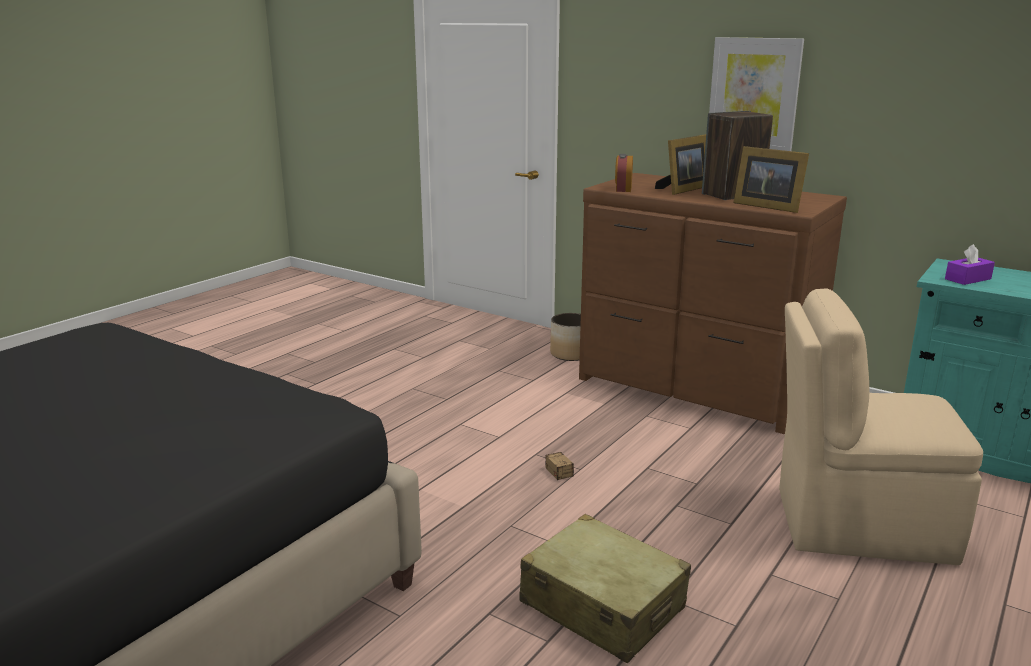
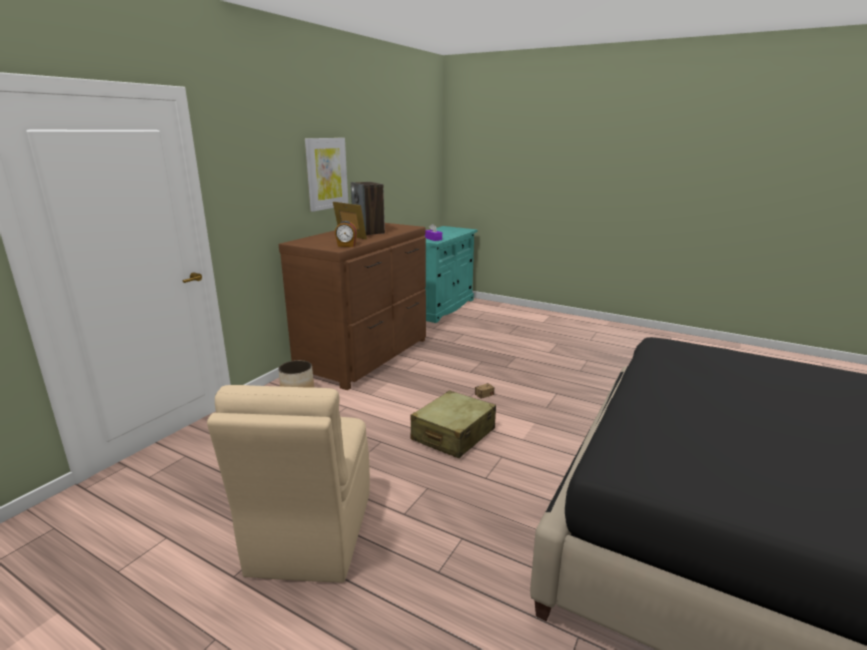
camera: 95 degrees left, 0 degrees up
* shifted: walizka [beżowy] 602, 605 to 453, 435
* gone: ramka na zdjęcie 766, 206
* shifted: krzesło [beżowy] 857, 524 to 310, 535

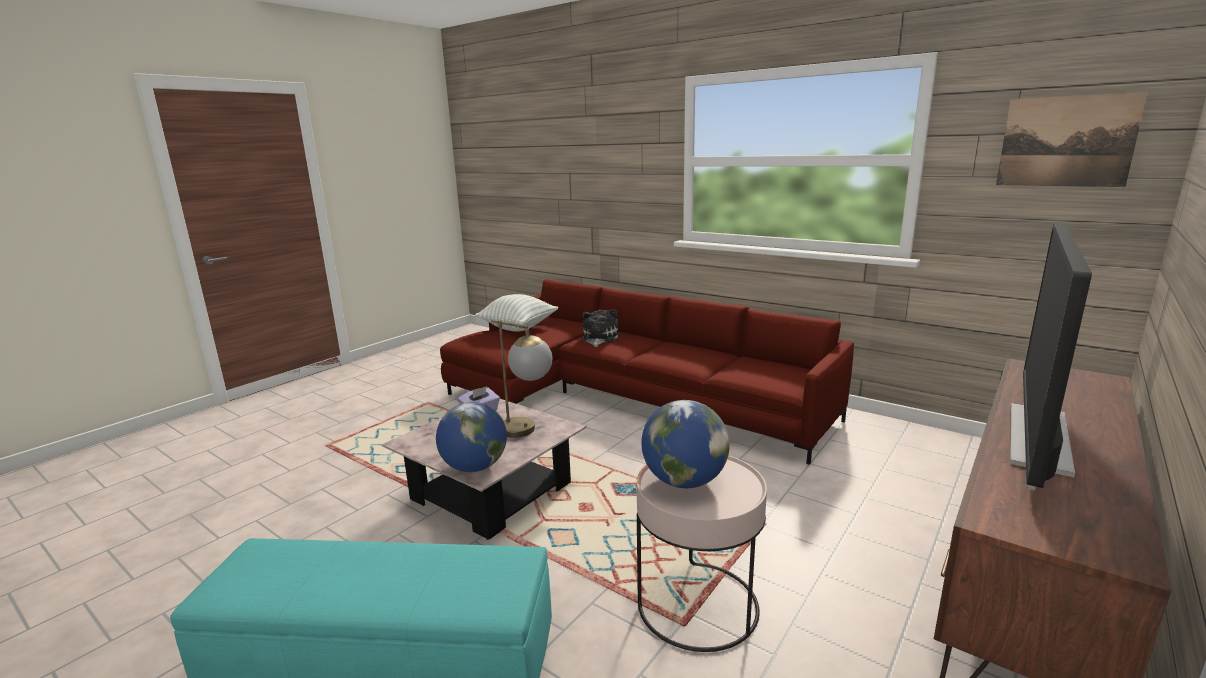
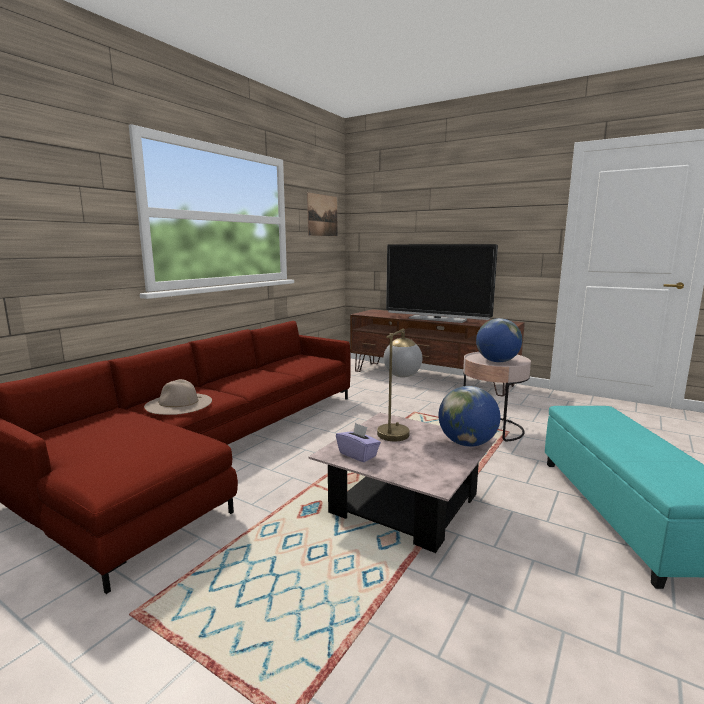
camera: 95 degrees left, 5 degrees down
* gone: poduszka 518, 328
* swapped: pluszak 599, 338 to kapelusz [beżowy] 178, 403

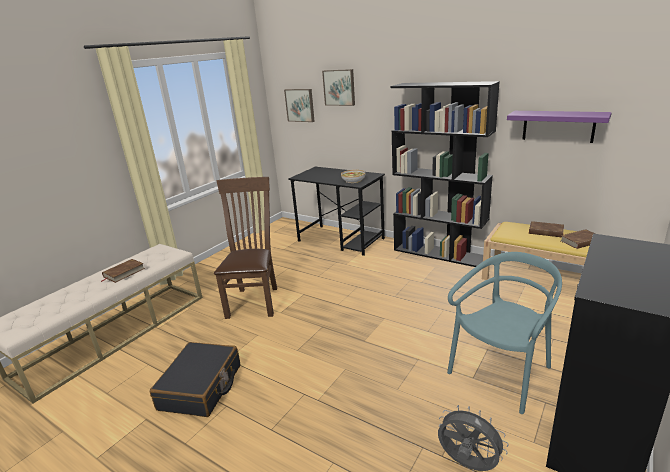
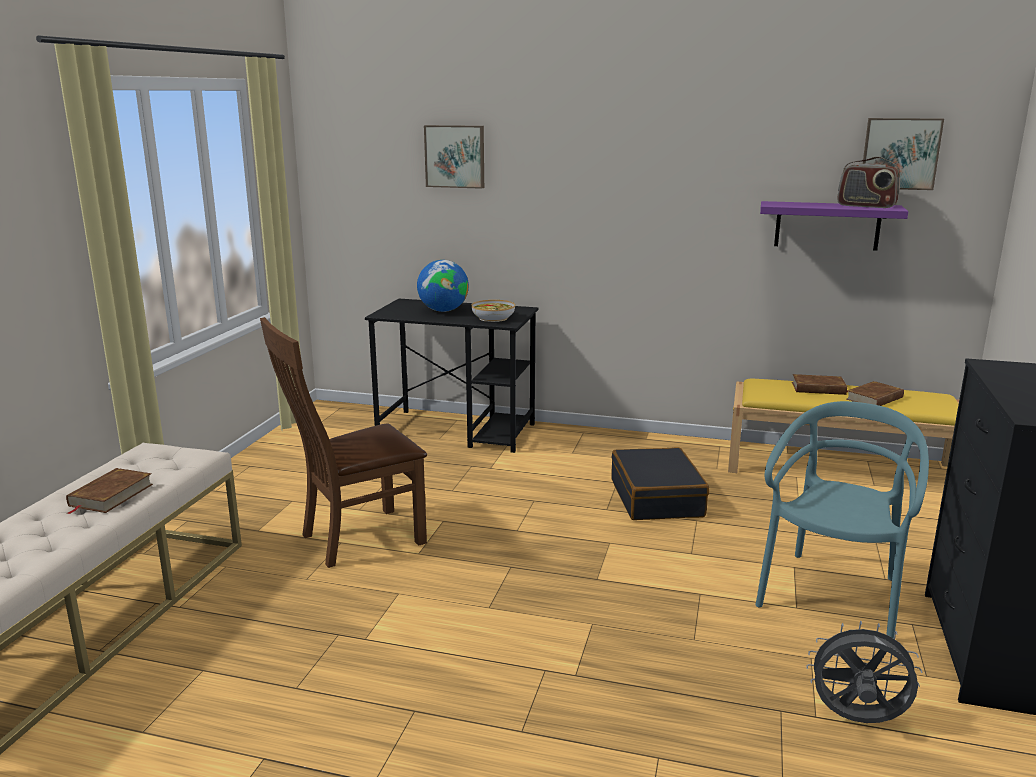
camera: 20 degrees left, 5 degrees down
* shifted: walizka [czarny] 201, 387 to 657, 498
* rotated: krzesło [brązowy] 255, 300 = 355, 539 105 degrees counterclockwise
* shifted: obraz 300, 105 to 900, 153
* gone: regał [czarny] 439, 253
* new: globus 443, 310
* new: radio 866, 206

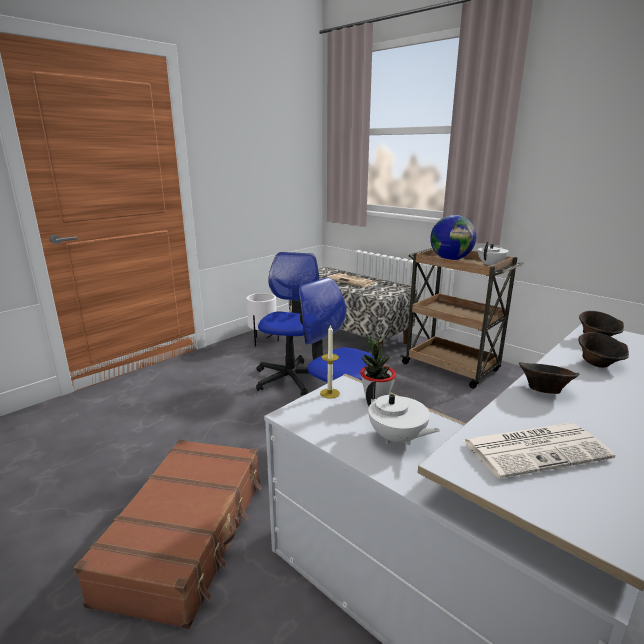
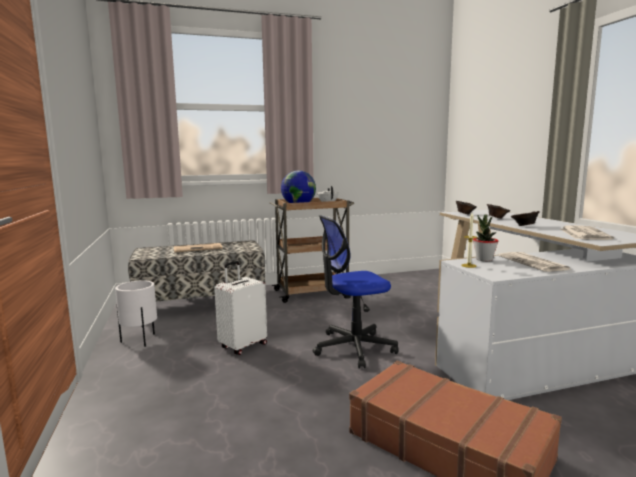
camera: 60 degrees left, 10 degrees down
* swapped: krzesło biurowe 291, 378 to walizka [biały] 242, 346
* swapped: imbryk [biały] 397, 438 to gazeta 534, 263

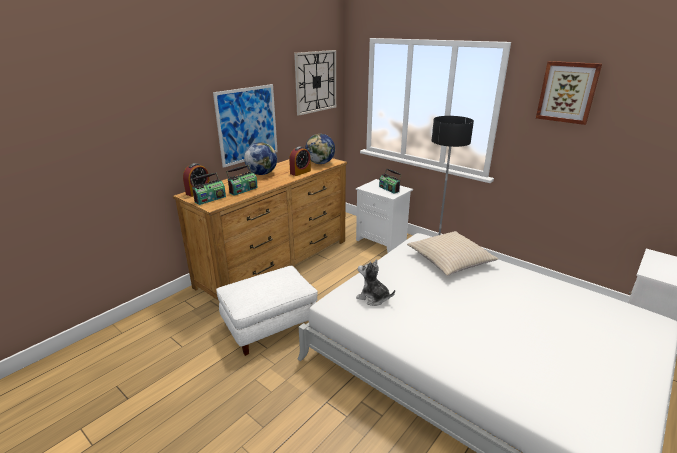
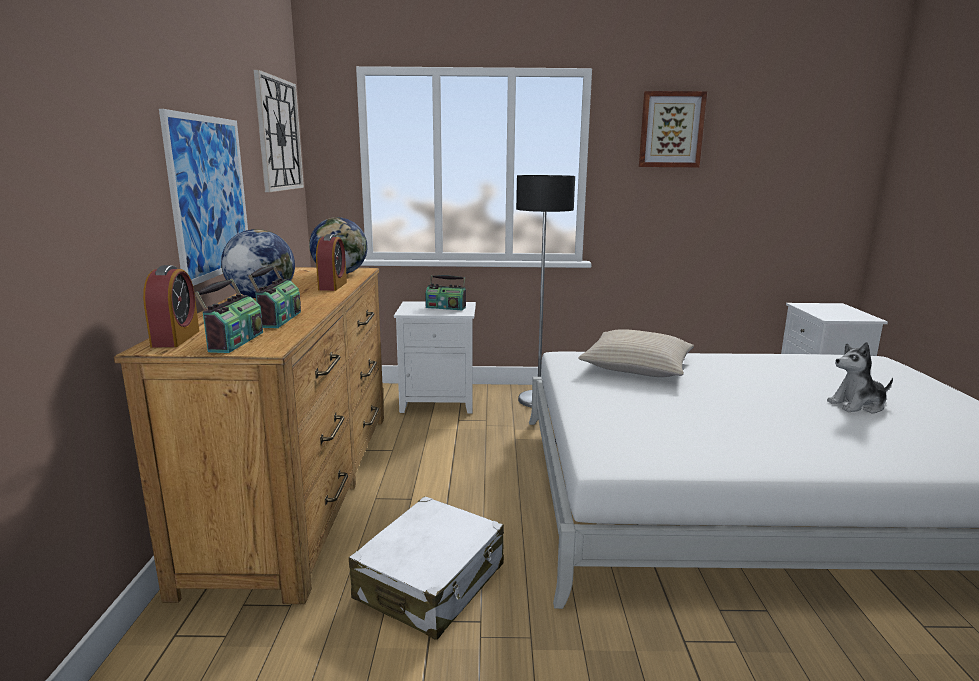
camera: 40 degrees left, 10 degrees down
* swapped: pufa [biały] 270, 324 to walizka [biały] 431, 582
* shifted: pluszak 373, 298 to 857, 405

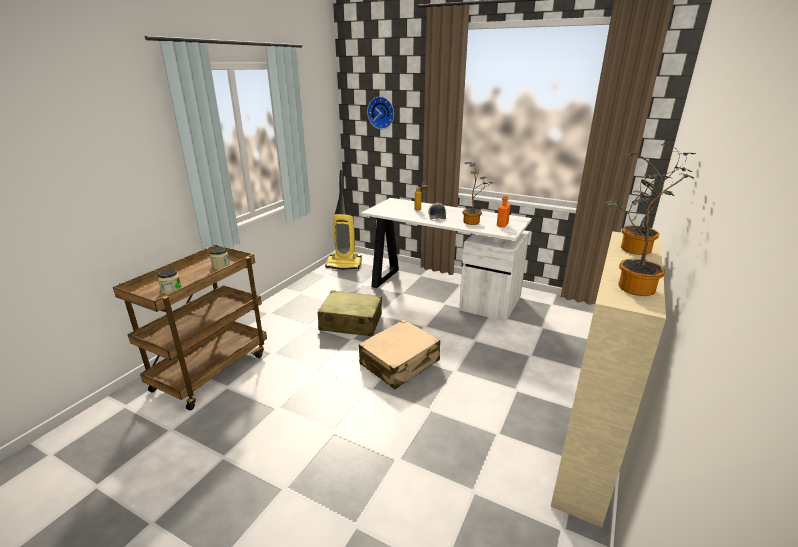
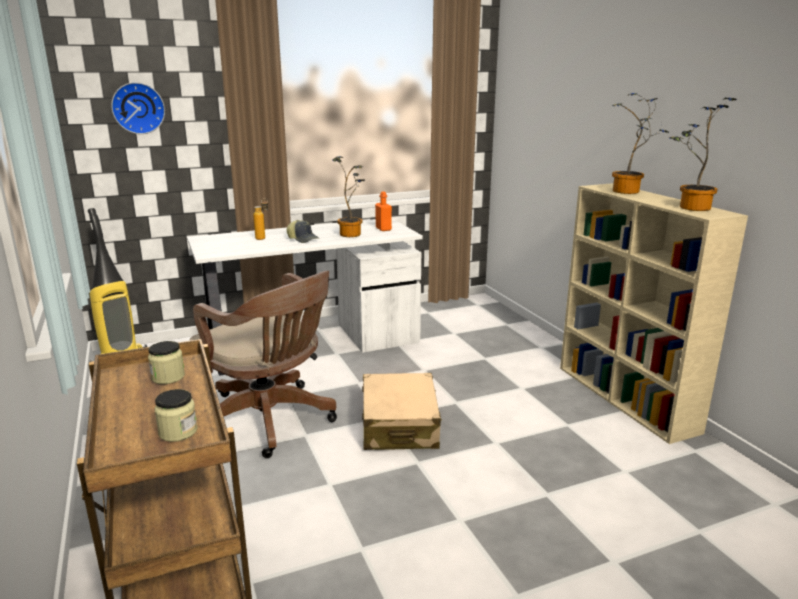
camera: 50 degrees left, 5 degrees down
* swapped: walizka [beżowy] 351, 322 to krzesło biurowe [brązowy] 270, 421

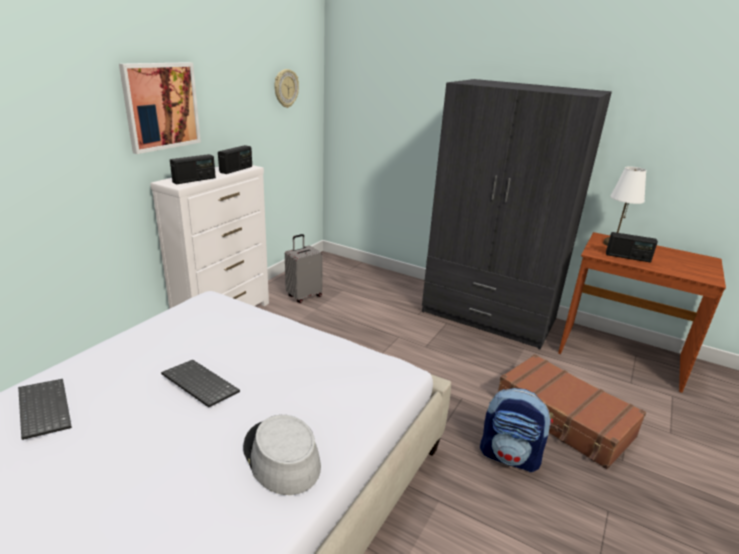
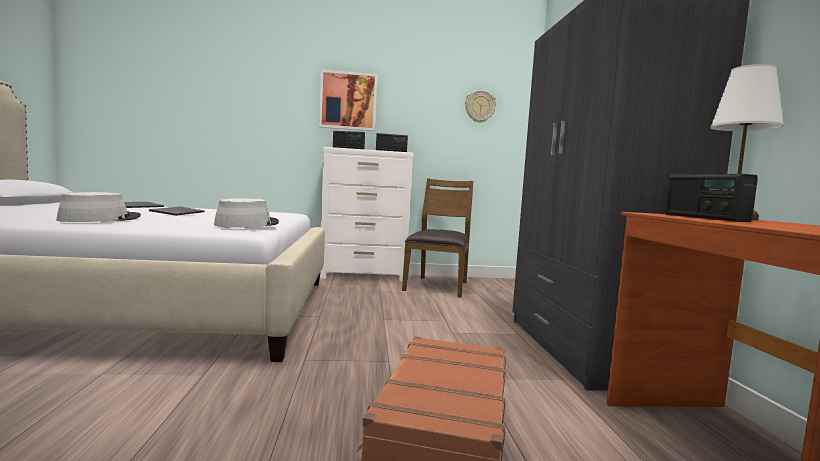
camera: 55 degrees right, 20 degrees down
* swapped: walizka [szary] 304, 296 to krzesło [brązowy] 438, 286
* gone: plecak 510, 456
* new: kapelusz [szary] 247, 224

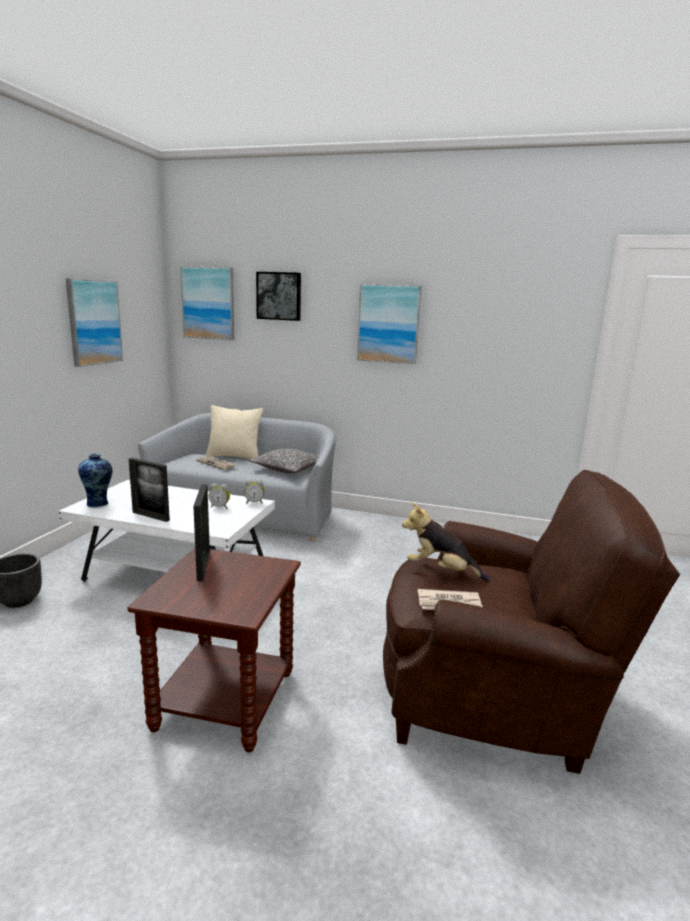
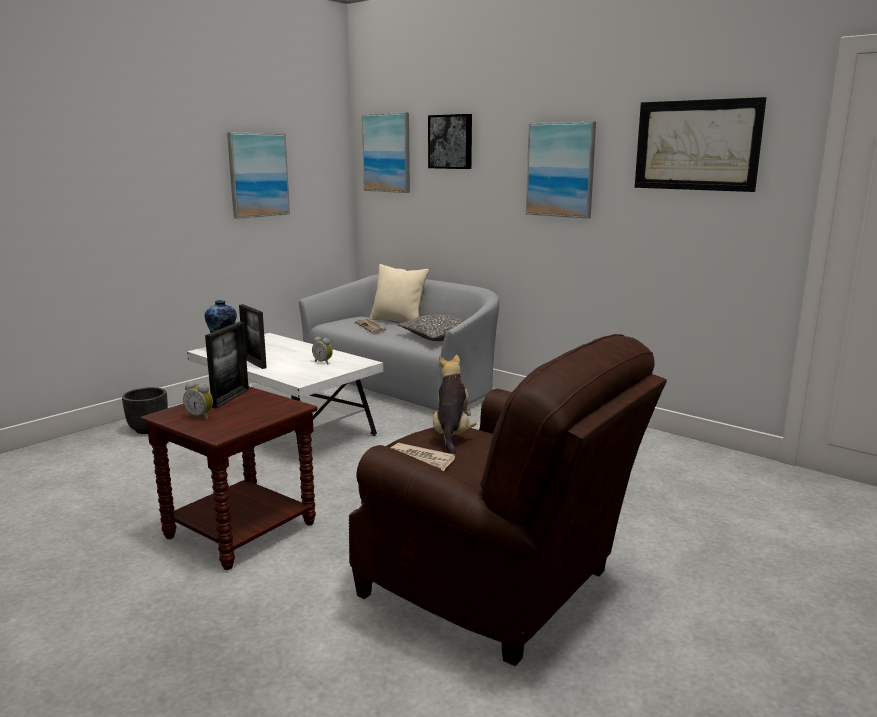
camera: 25 degrees right, 0 degrees up
* shifted: budzik 254, 502 to 200, 416
* rotated: pluszak 441, 570 = 452, 435 45 degrees clockwise
* new: obraz 697, 145

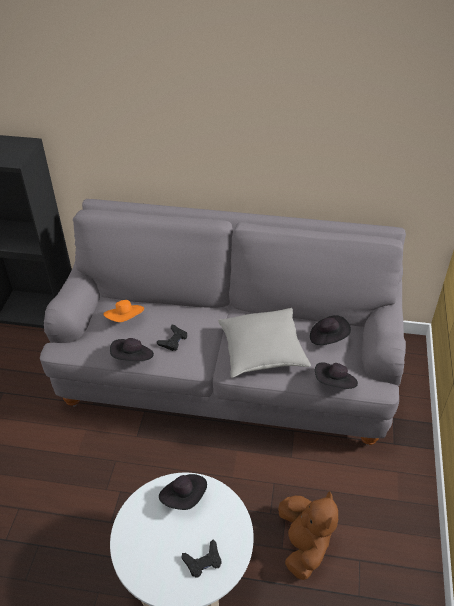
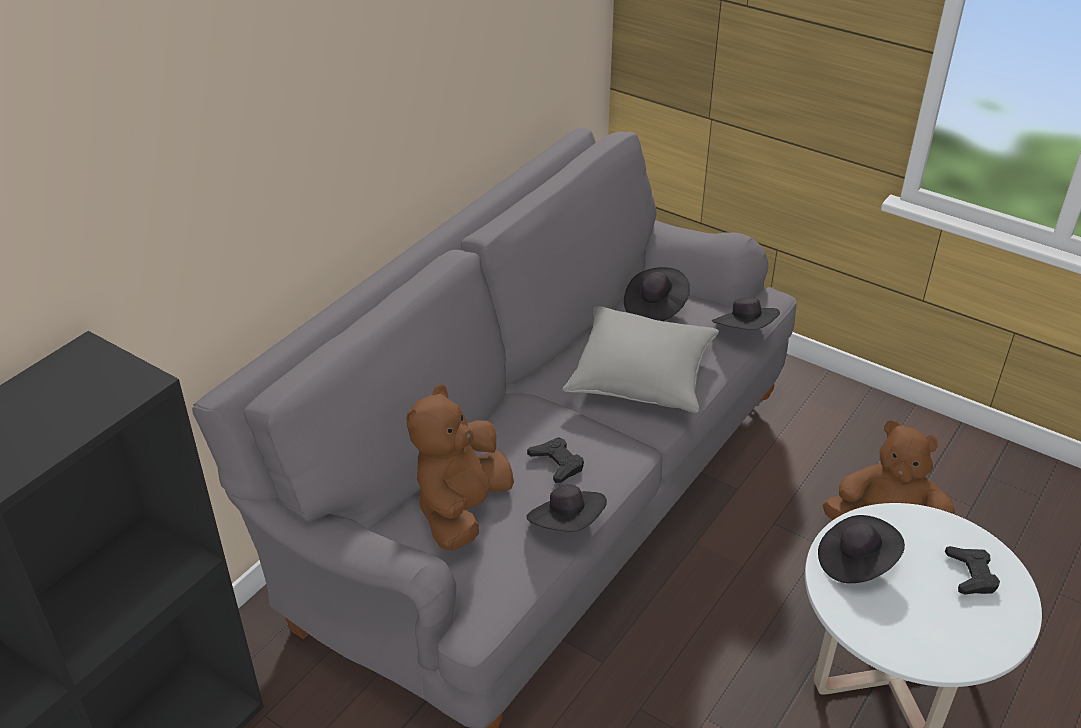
camera: 65 degrees left, 5 degrees down
* swapped: kapelusz [pomarańczowy] 125, 319 to pluszak [brązowy] 462, 510

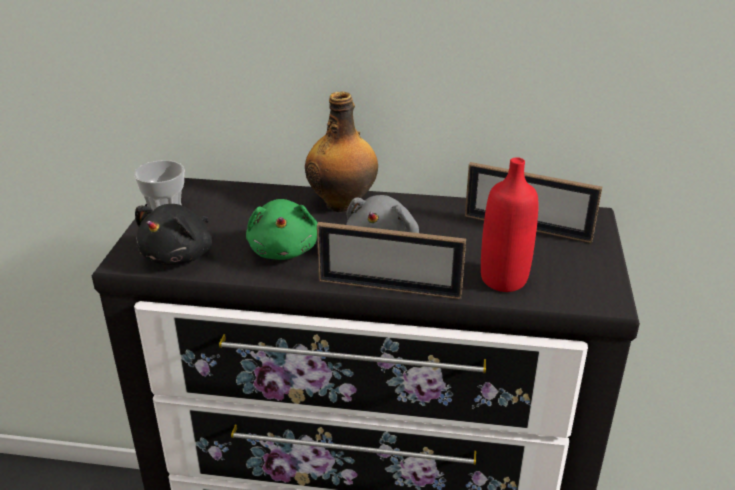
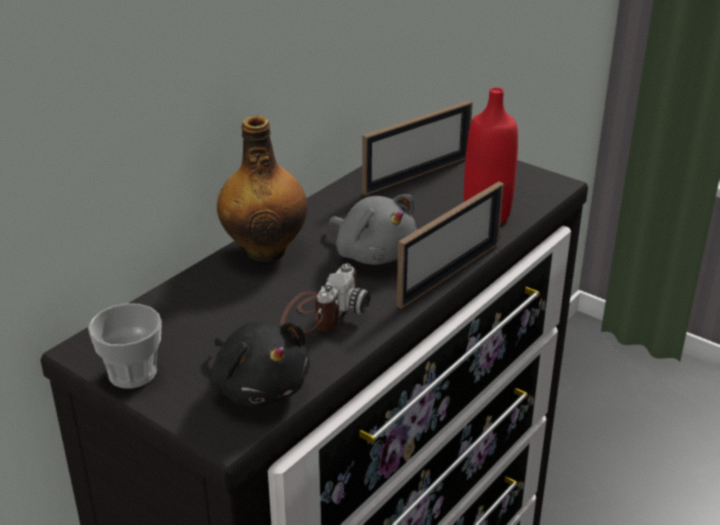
camera: 60 degrees left, 0 degrees up
* swapped: pluszak [zielony] 284, 250 to aparat fotograficzny 321, 313

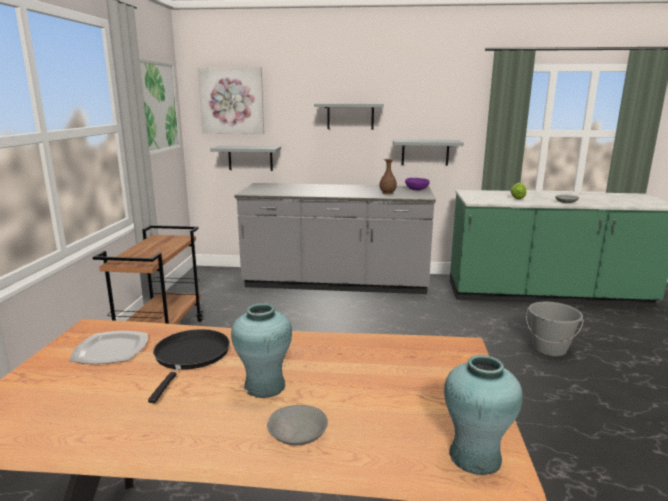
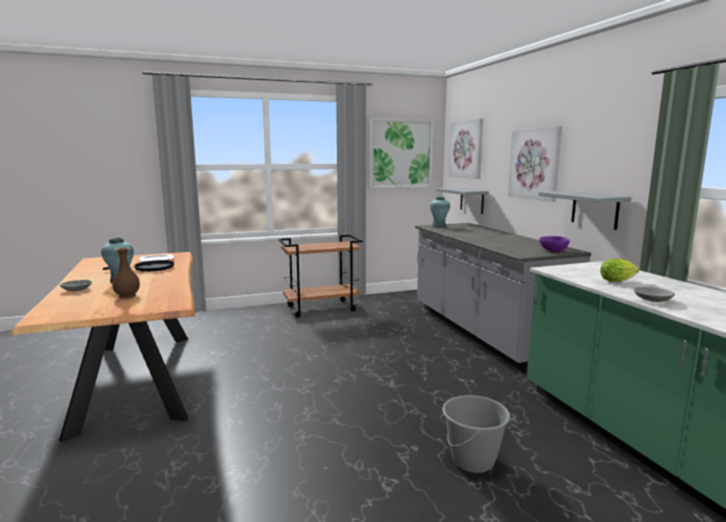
camera: 65 degrees right, 5 degrees down
* swapped: półka [szary] 350, 116 to obraz 535, 163
* shifted: wazon [brązowy] 387, 193 to 127, 296
* shifted: wazon [turkusowy] 474, 457 to 439, 226

